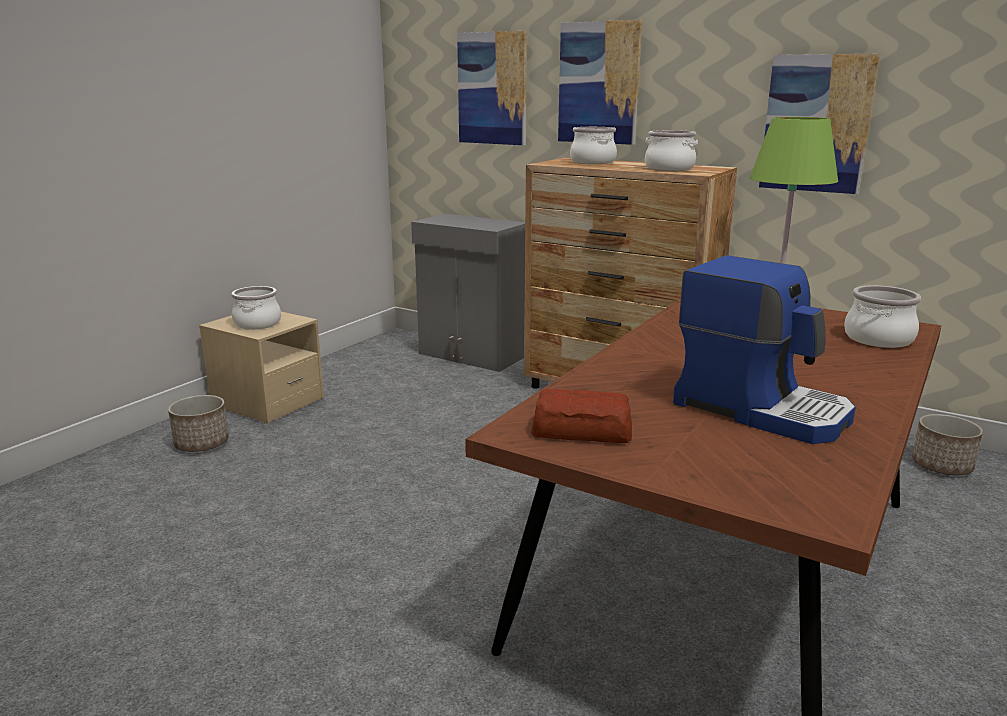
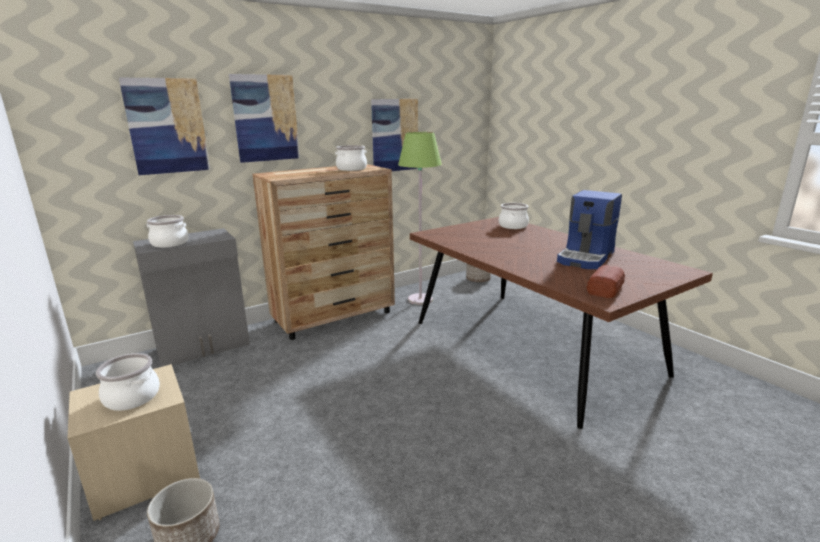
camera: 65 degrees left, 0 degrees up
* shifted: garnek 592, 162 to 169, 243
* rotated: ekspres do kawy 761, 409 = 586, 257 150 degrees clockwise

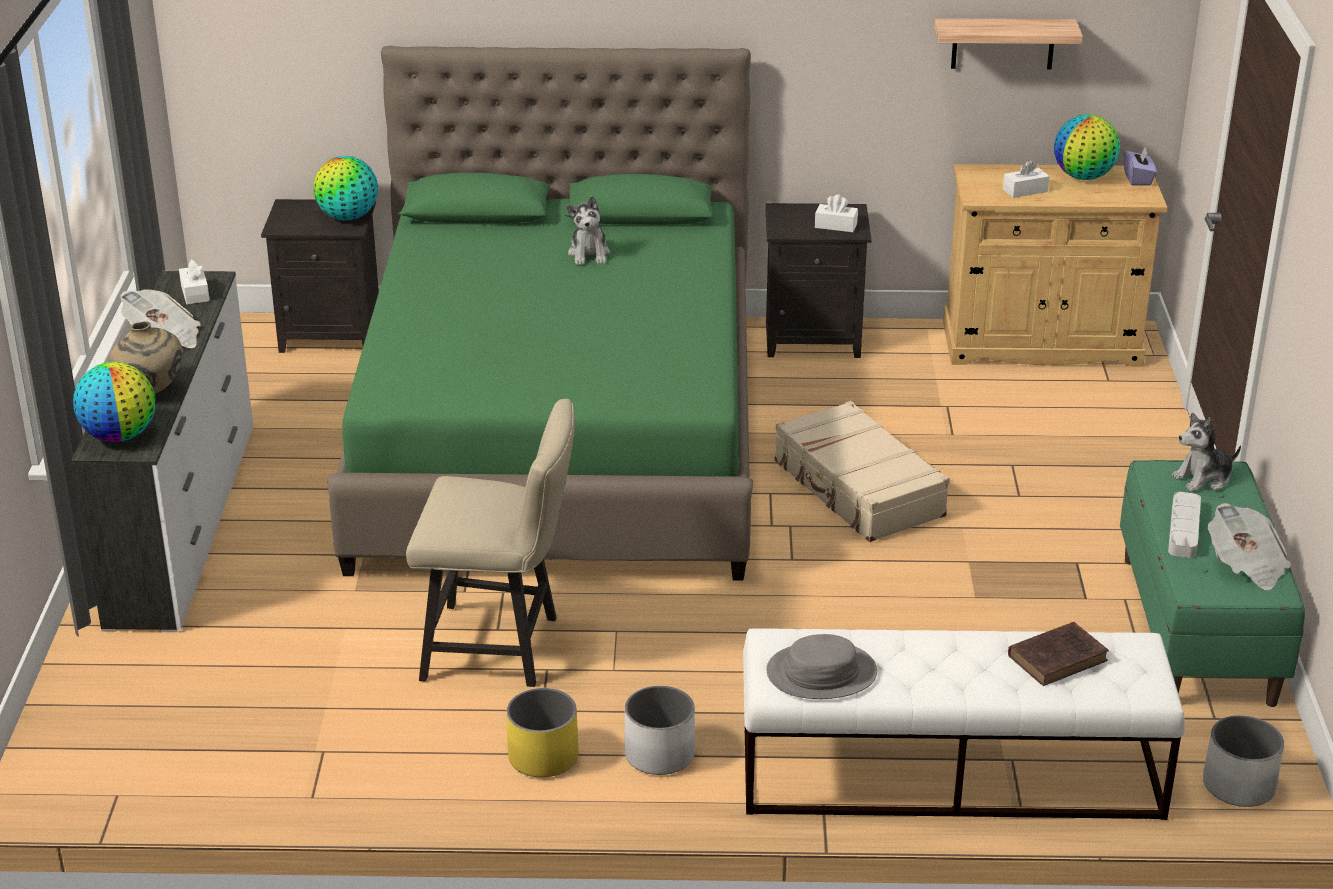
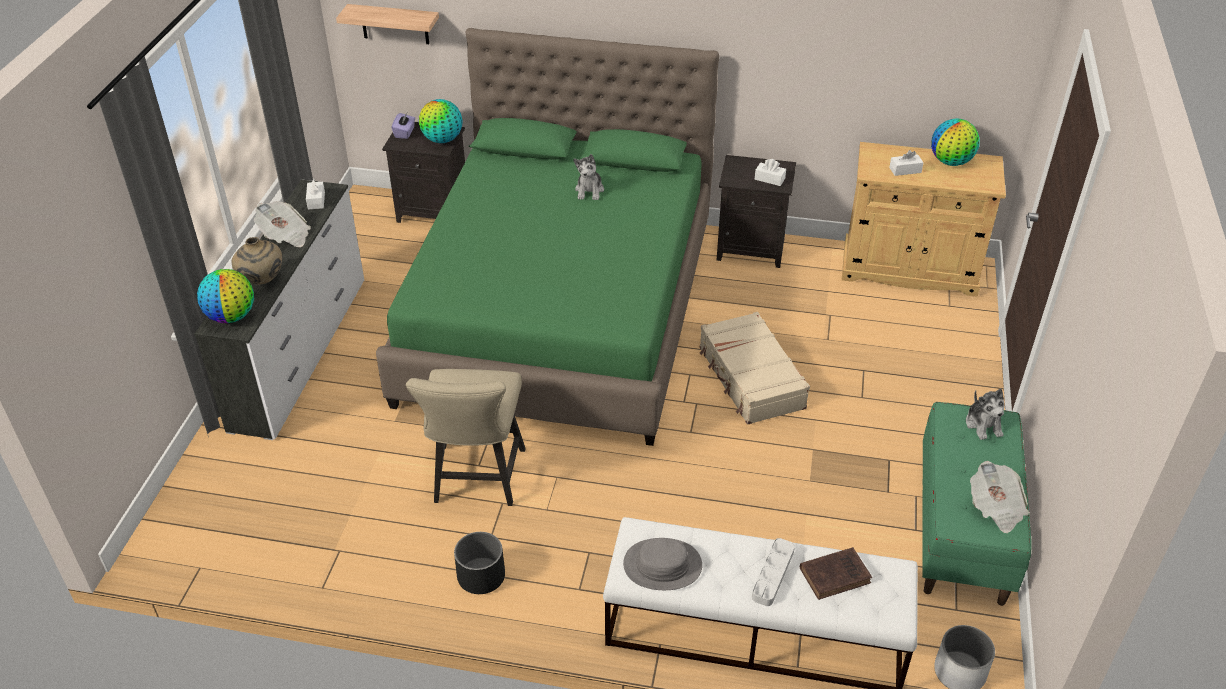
camera: 10 degrees right, 10 degrees up
* rotated: krzesło [beżowy] 501, 648 = 477, 481 75 degrees clockwise
* repainted: donica [żółty] 543, 756 to donica [czarny] 481, 576
* gone: donica [biały] 659, 755
* shifted: półka 1003, 43 to 394, 24
* shifted: pudełko chusteczek [fioletowy] 1138, 179 to 405, 133
* shifted: taca [szary] 1183, 529 to 773, 574
* rotated: pluszak 1203, 479 = 983, 425 90 degrees counterclockwise

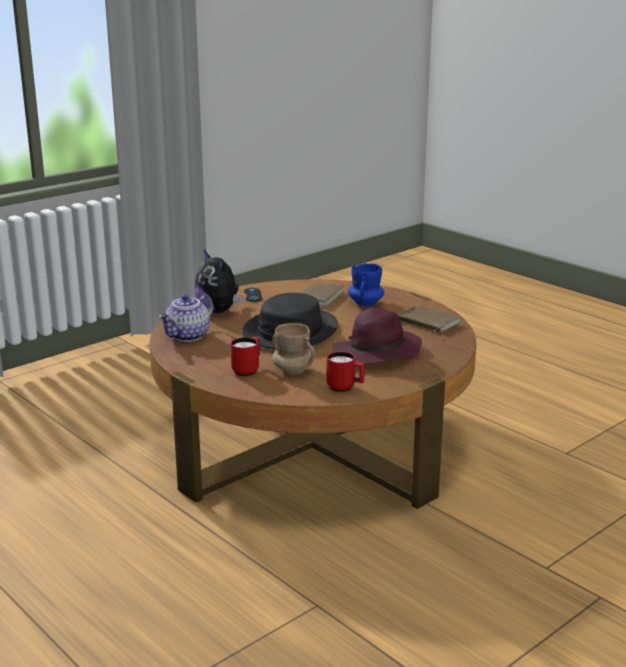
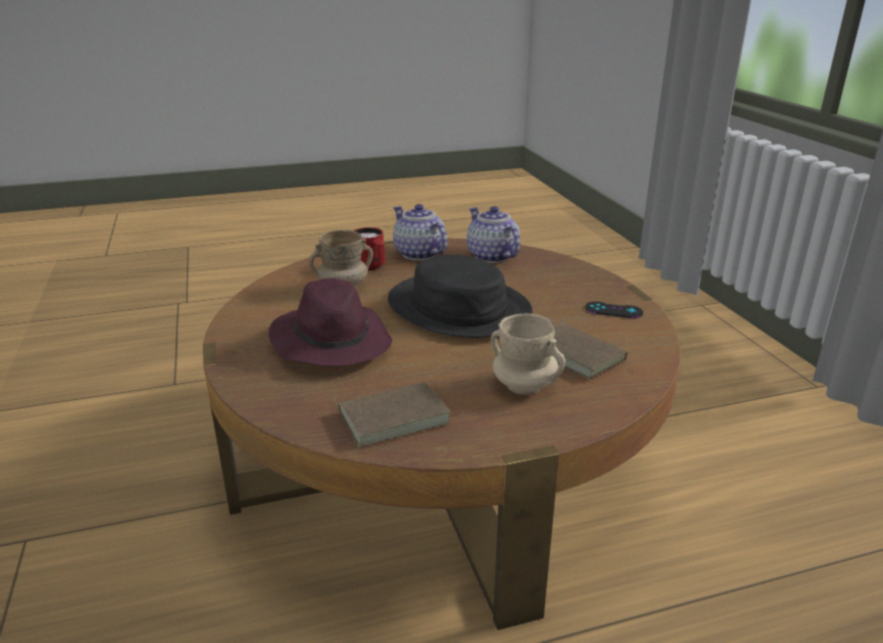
camera: 115 degrees right, 5 degrees up
* gone: pluszak 219, 311
* gone: kubek [czerwony] 345, 388
* repainted: kubek [niebieski] 365, 303 to kubek [beżowy] 524, 386
* new: imbryk 418, 254

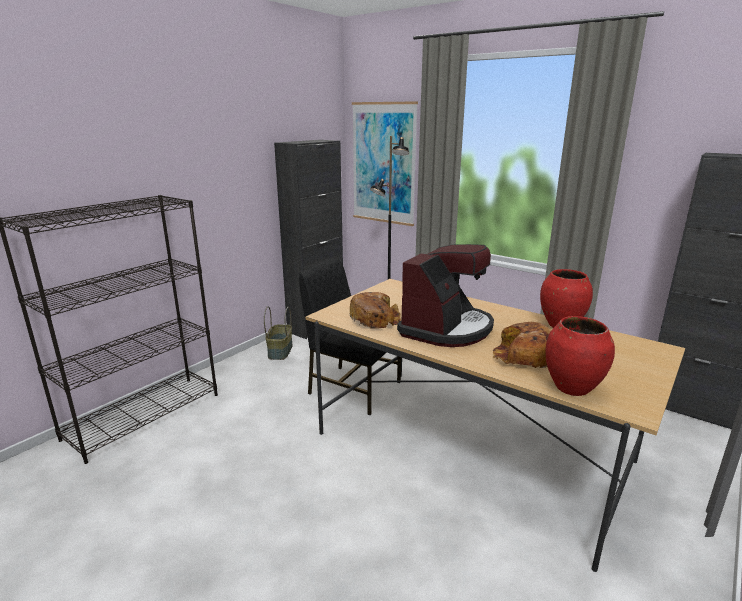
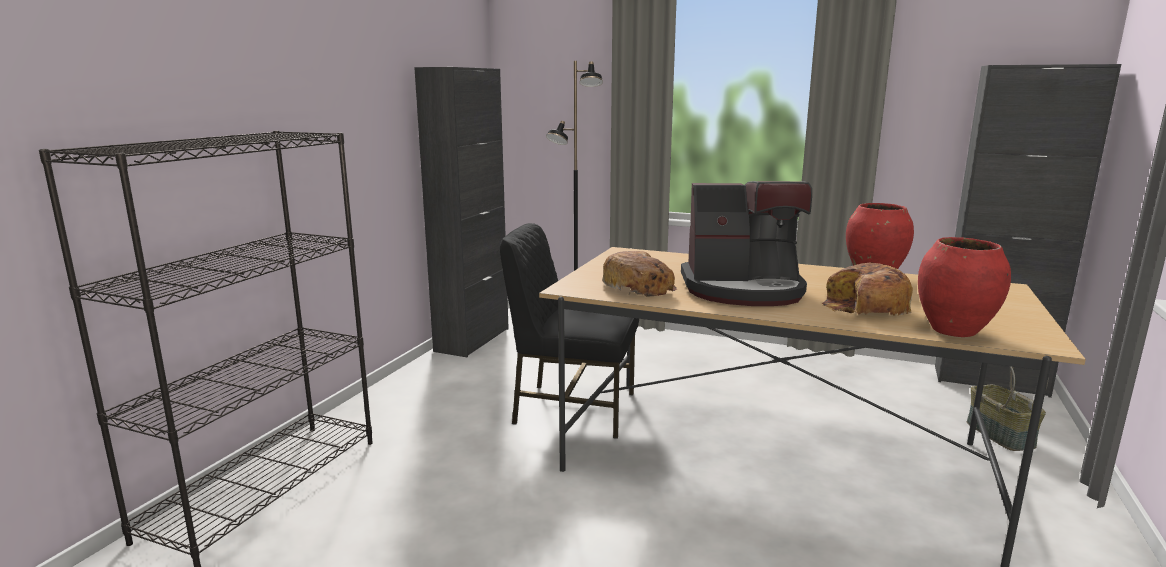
camera: 15 degrees left, 5 degrees down
* shifted: koszyk 280, 351 to 998, 434
* gone: obraz 383, 164
* rotated: ekspres do kawy 447, 328 = 743, 289 75 degrees clockwise

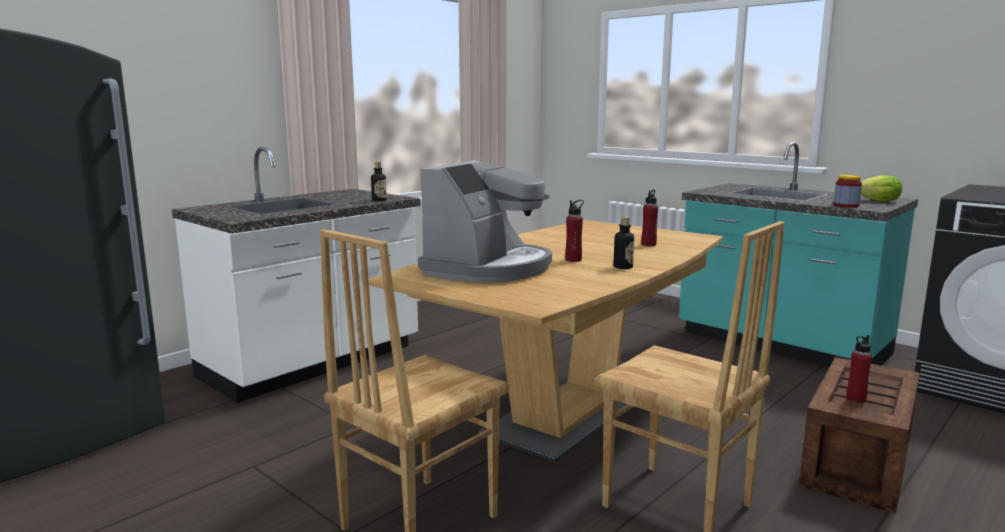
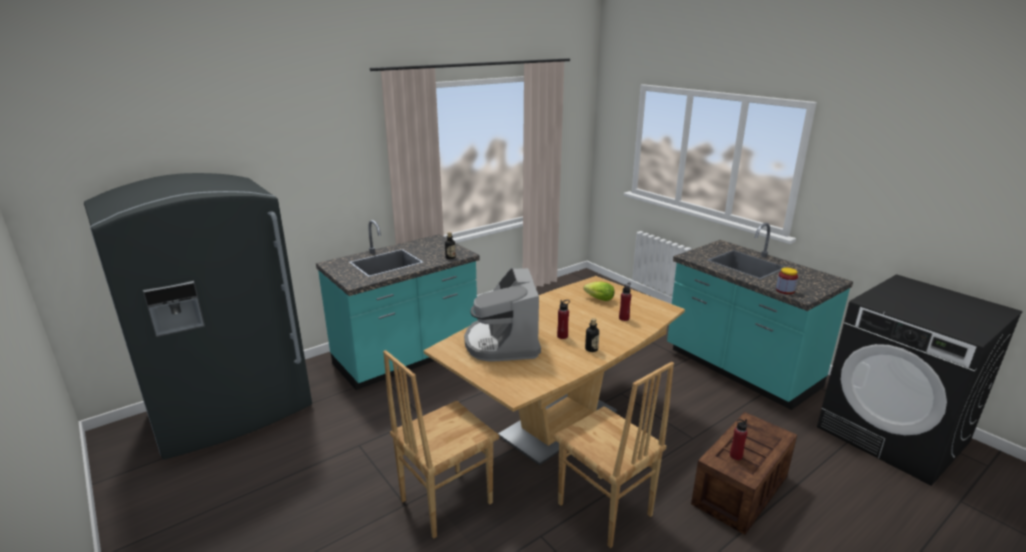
camera: 10 degrees right, 10 degrees up
* repainted: zabudowa kuchenna [biały] 313, 363 to zabudowa kuchenna [turkusowy] 407, 358
* rotated: ekspres do kawy 489, 268 = 503, 343 135 degrees clockwise
* shifted: sałata 876, 201 to 597, 299

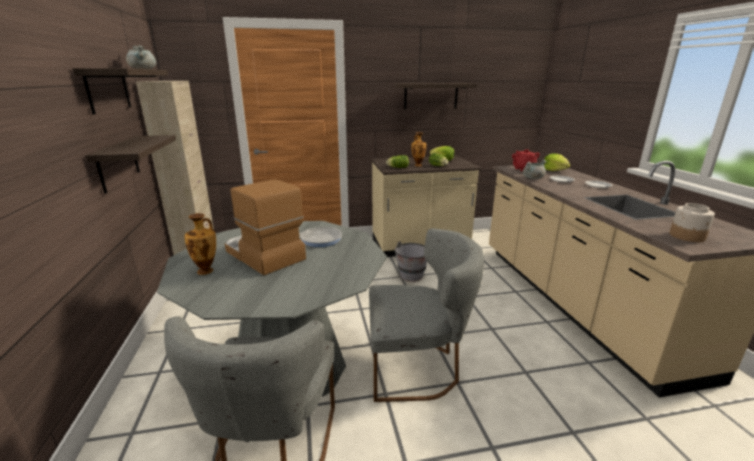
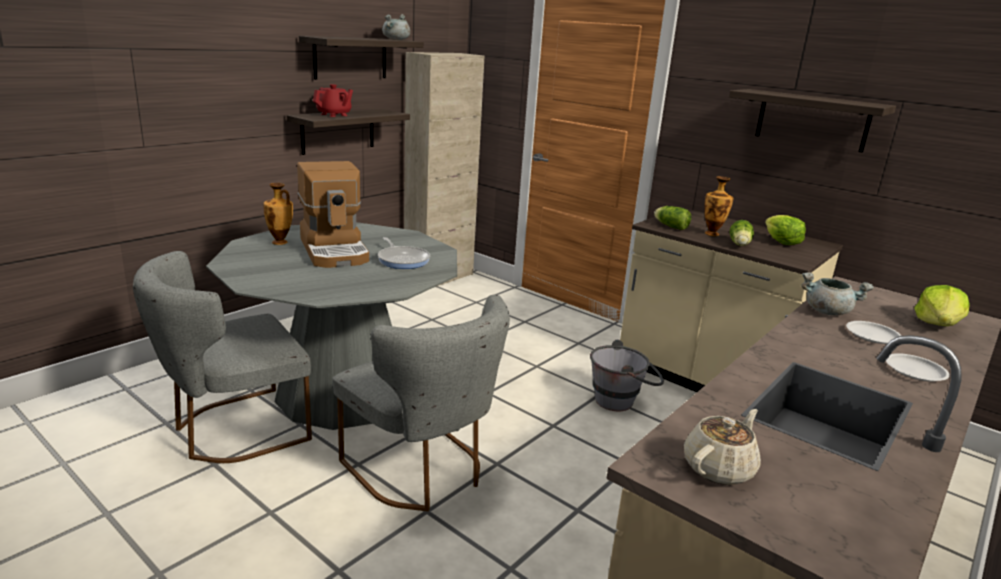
camera: 50 degrees right, 0 degrees up
* rotated: ekspres do kawy 263, 255 = 335, 250 150 degrees clockwise
* shifted: imbryk [czerwony] 523, 169 to 334, 115
* swapped: słoik 687, 236 to imbryk [beżowy] 719, 468

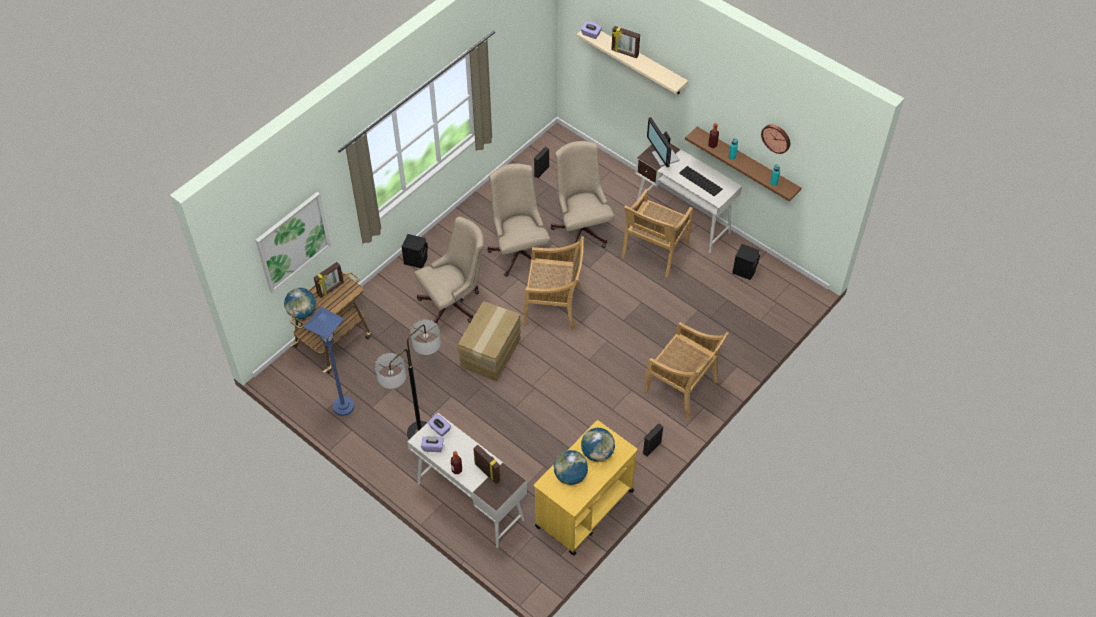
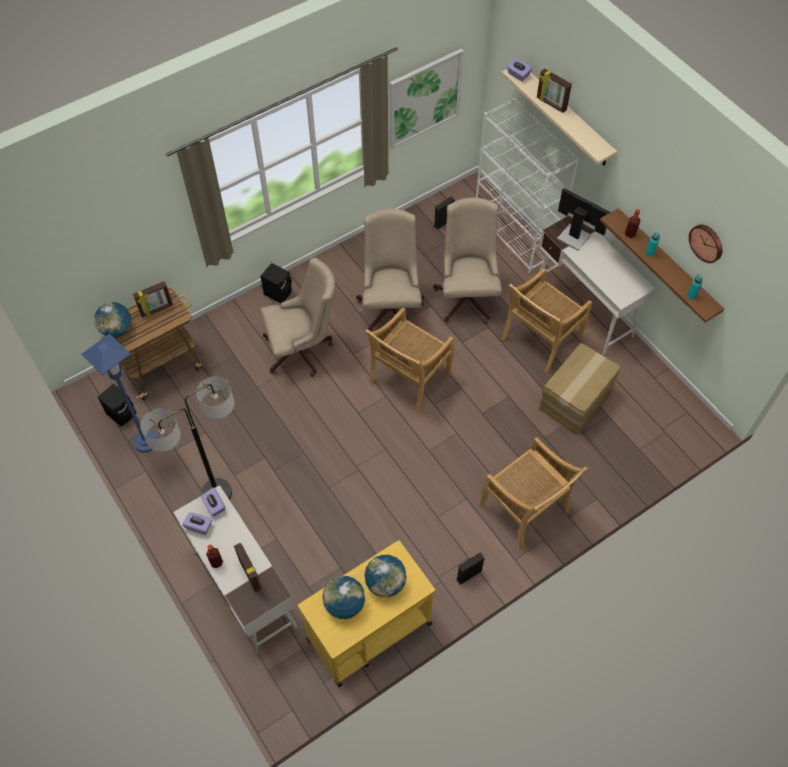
camera: 15 degrees right, 5 degrees up
* shifted: obraz 293, 241 to 424, 98
* shifted: karton 491, 352 to 576, 400
* rotated: krzesło [beżowy] 553, 307 = 409, 379 105 degrees clockwise
* rotated: monitor 664, 157 = 574, 236 135 degrees clockwise
* gone: klawiatura 700, 181
* shifted: głośnik [czarny] 744, 270 to 122, 413
* new: regał [biały] 515, 236

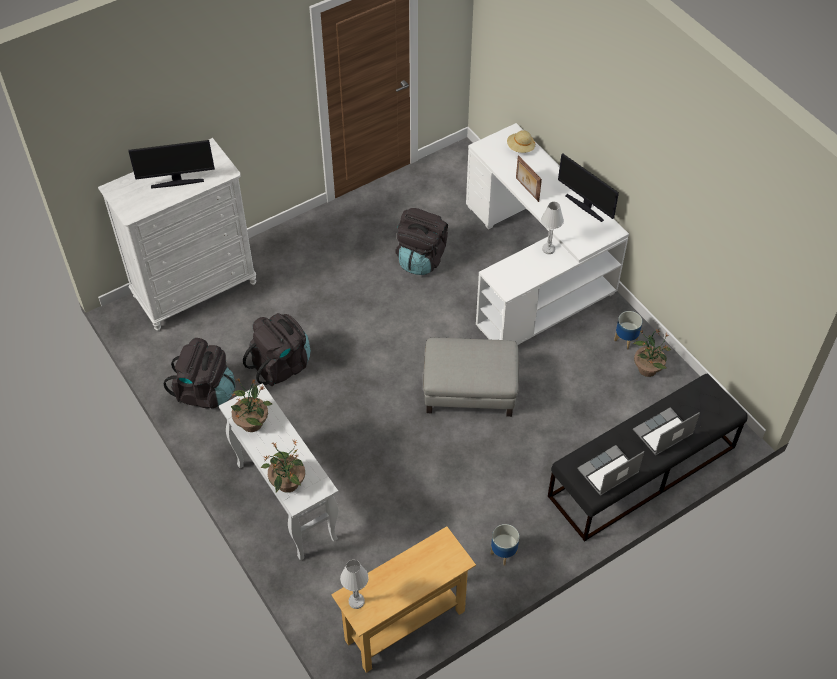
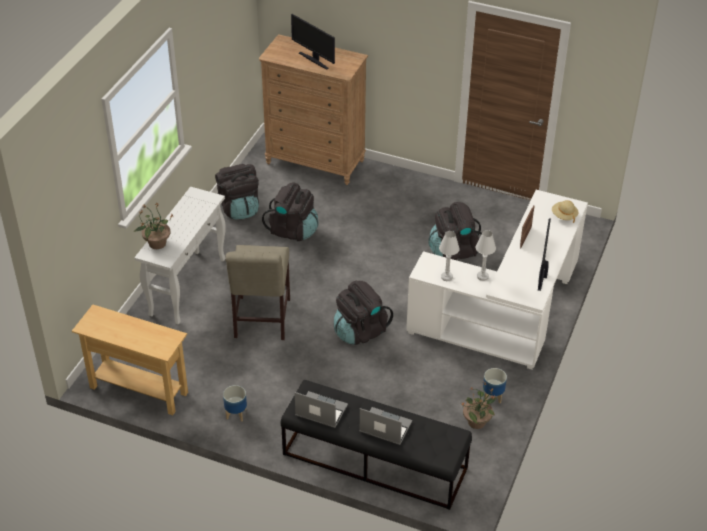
camera: 55 degrees right, 10 degrees down
* repainted: komoda [biały] 195, 290 to komoda [brązowy] 315, 162
* gone: roślina doniczkowa 252, 422
* shifted: lampa stołowa [biały] 356, 601 to 446, 277
* swapped: pufa [szary] 470, 390 to plecak [czarny] 360, 331
* new: krzesło [beżowy] 261, 321

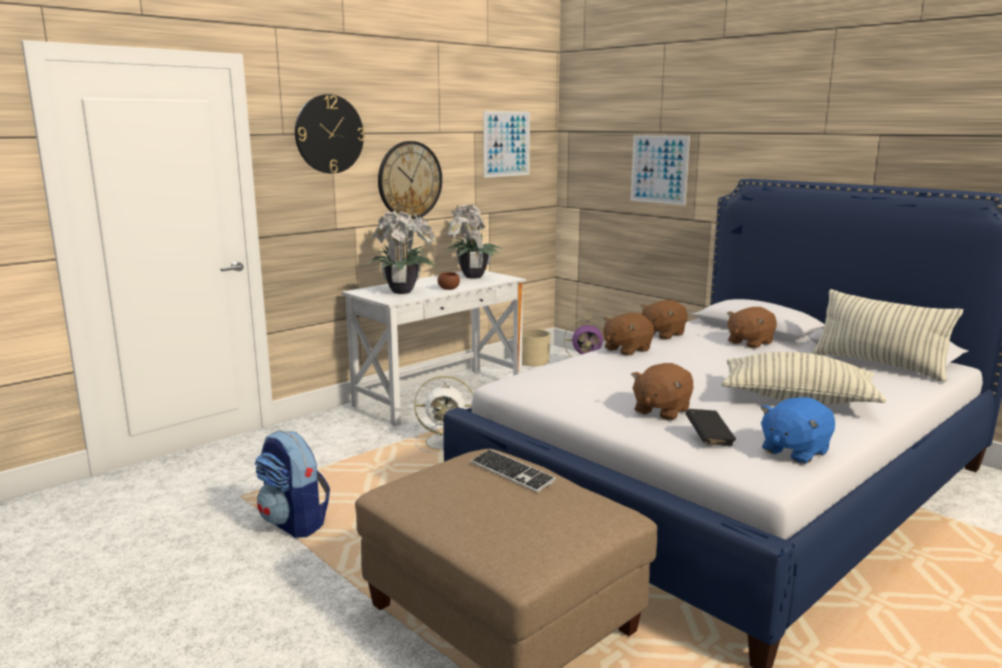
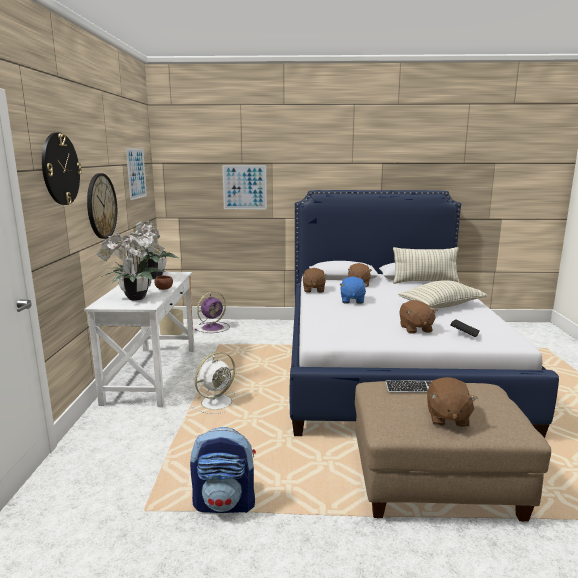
camera: 45 degrees left, 0 degrees up
* shifted: pluszak [brązowy] 626, 350 to 447, 418
* shifted: pluszak [niebieski] 794, 451 to 352, 300

